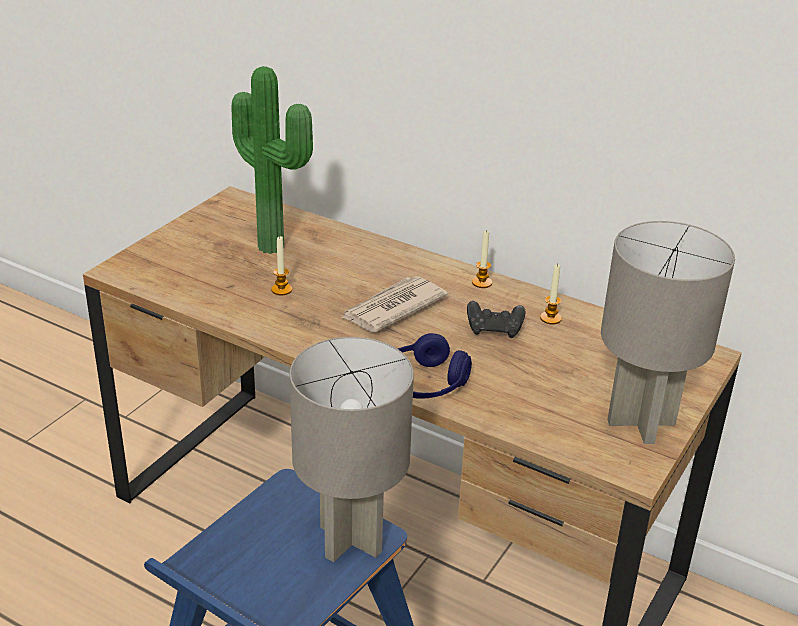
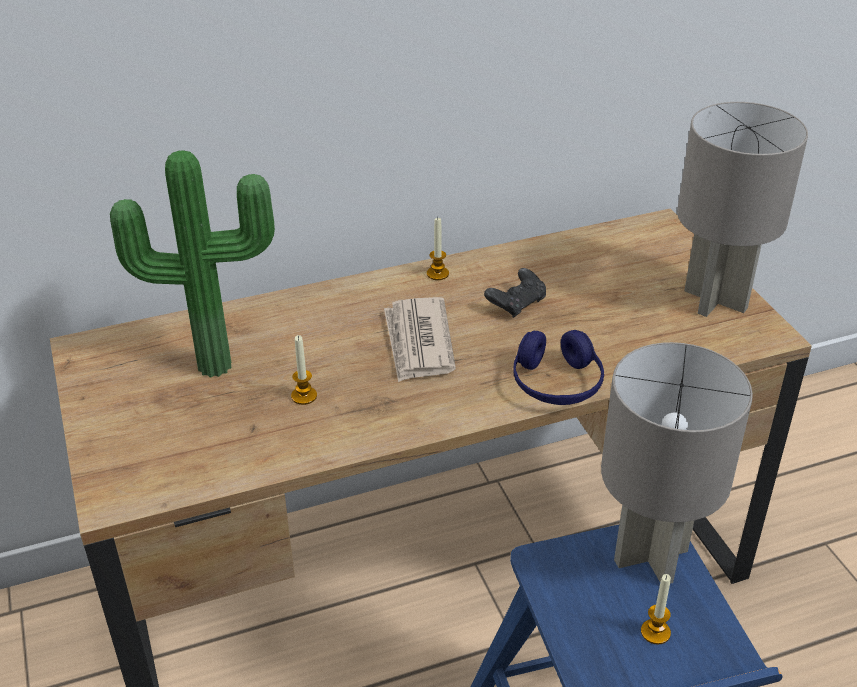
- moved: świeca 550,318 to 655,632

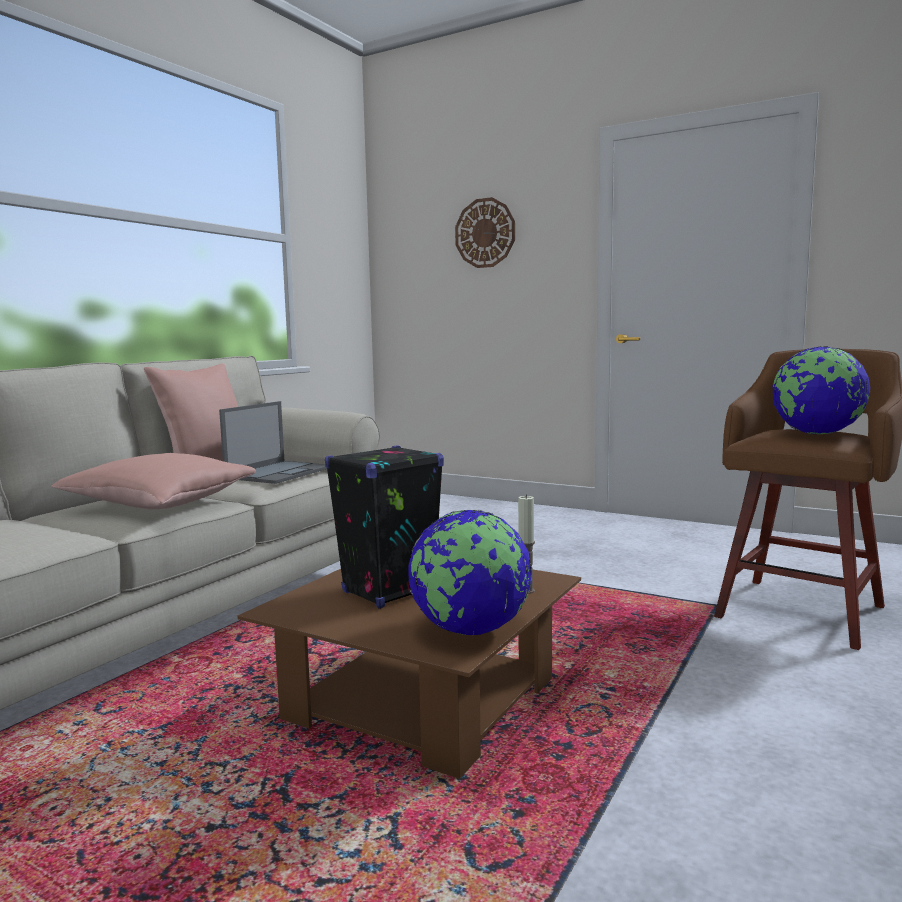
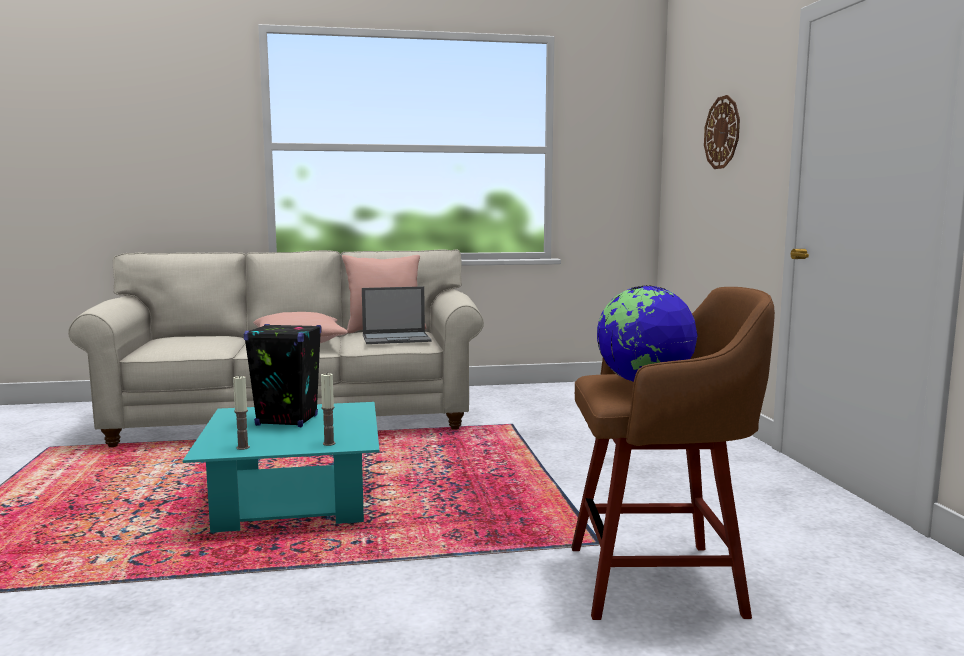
- replaced: globus 470,630 to świeca 243,447
- recoloured: ława (brązowy) 422,700 to ława (turkusowy) 294,500

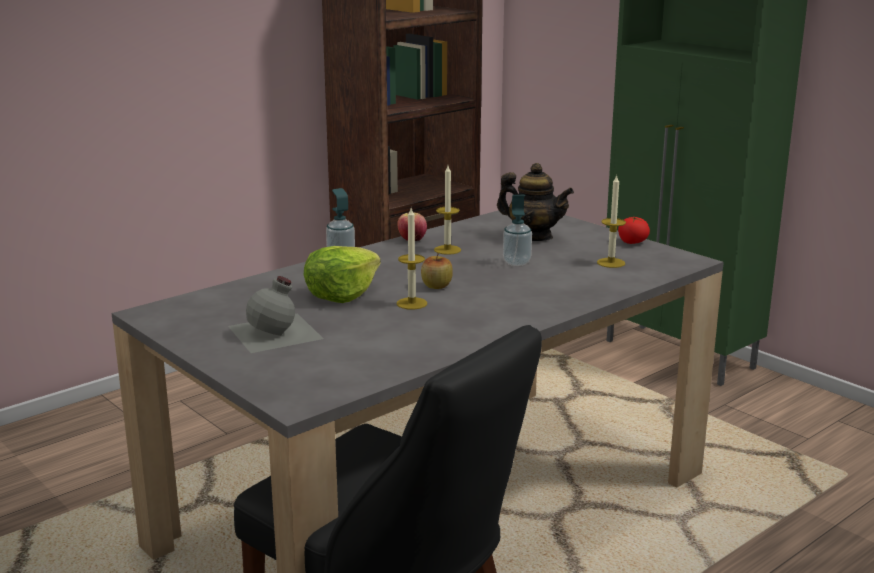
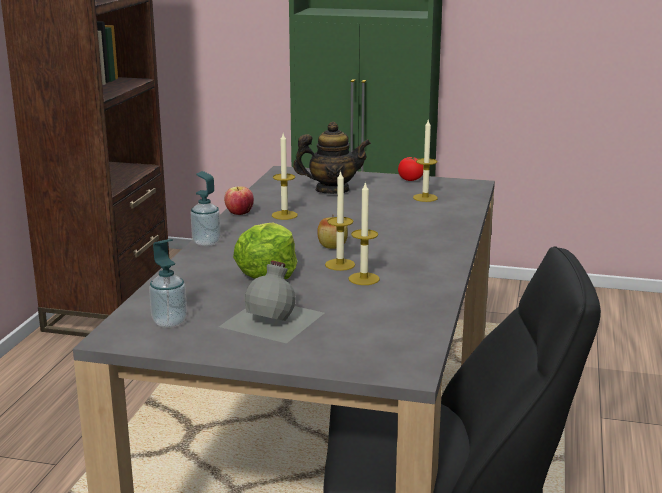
- added: świeca 364,279
- moved: dozownik mydła 516,262 to 169,322

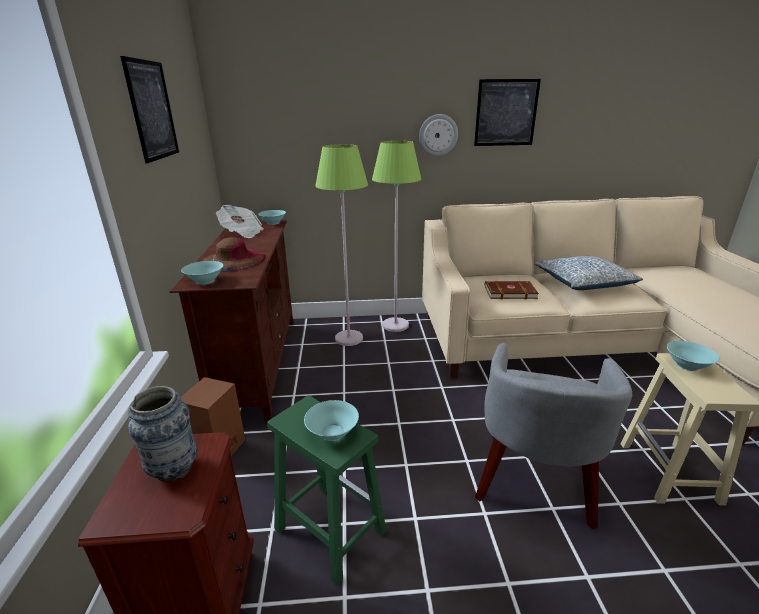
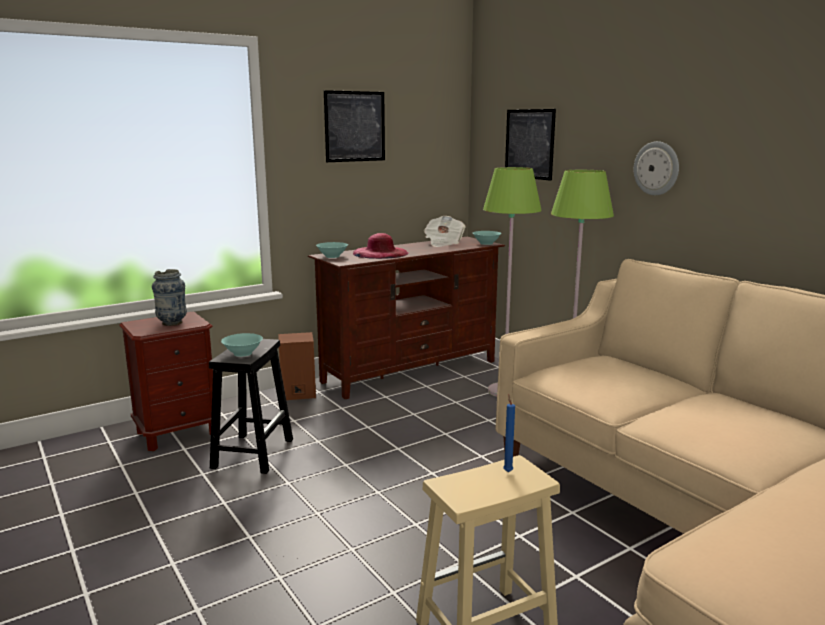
- removed: fotel (szary) 534,480
- removed: książka (brązowy) 509,292
- removed: poduszka 583,282
- moved: obraz 506,113 to 529,144
- replaced: miska (turkusowy) 687,365 to świeca (niebieski) 507,471
- recoloured: kapelusz (brązowy) 233,260 to kapelusz (różowy) 380,253
- recoloured: stołek (zielony) 328,530 to stołek (czarny) 253,452

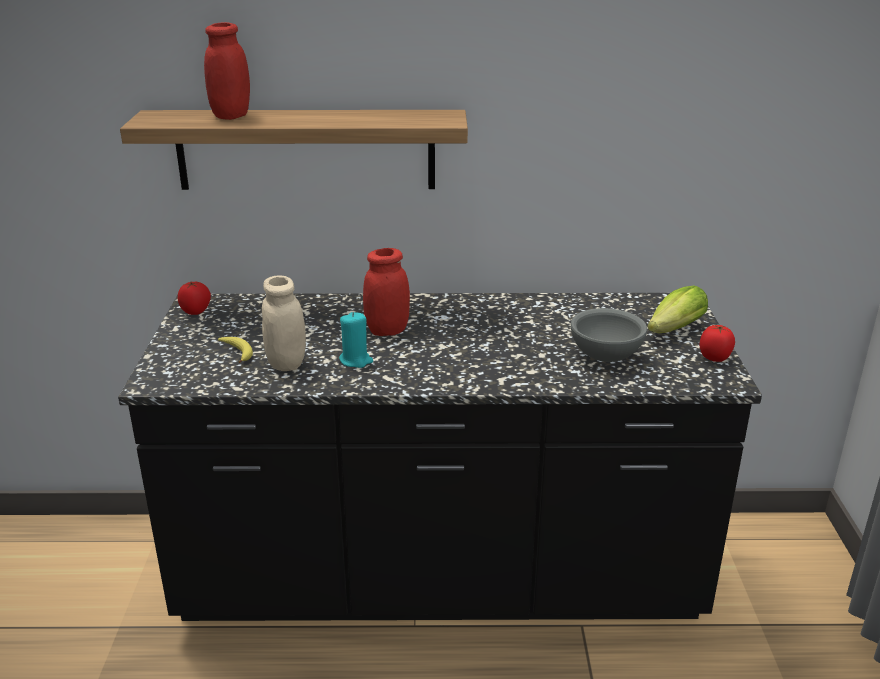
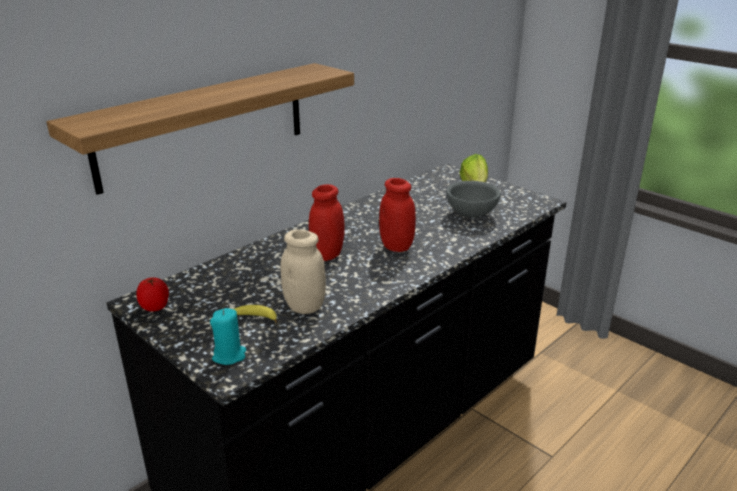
- removed: pomidor 715,358
- moved: słoik (czerwony) 231,116 to 396,246
- moved: świeca (turkusowy) 356,360 to 229,355

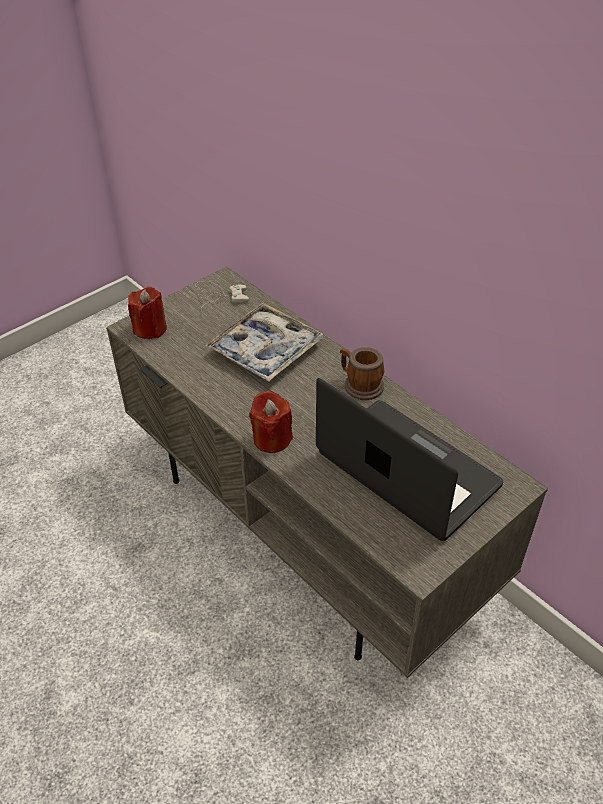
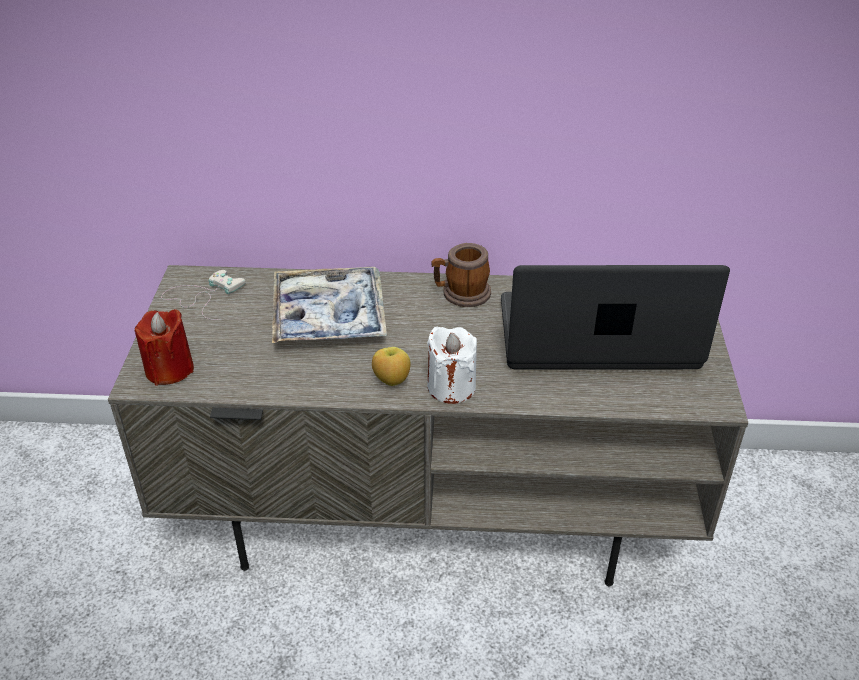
- added: jabłko 391,381
- recoloured: świeca (czerwony) 272,439 to świeca (biały) 451,387

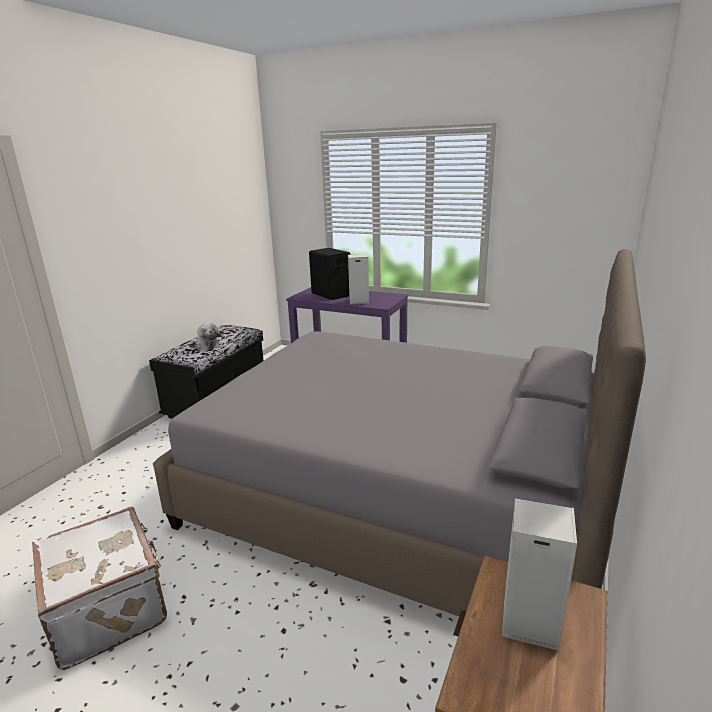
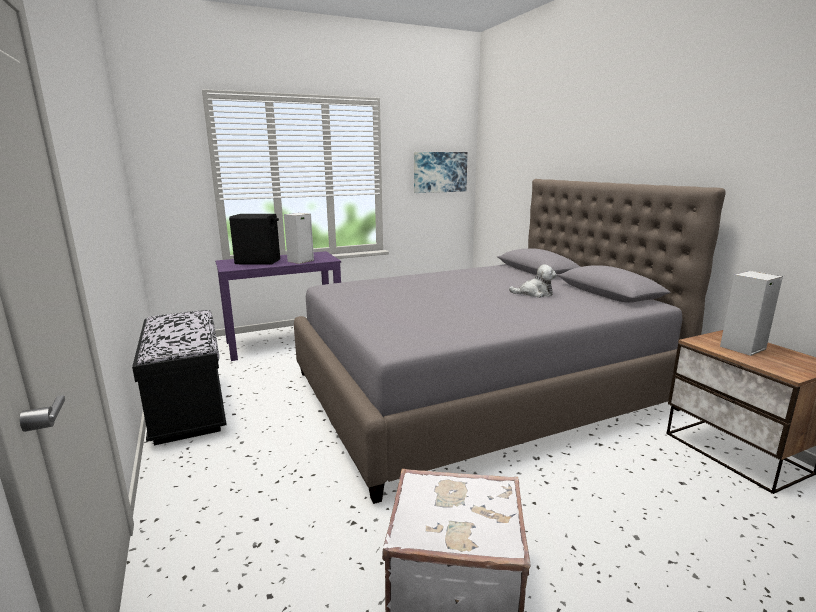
- added: obraz 439,172
- moved: pluszak 207,345 to 534,293

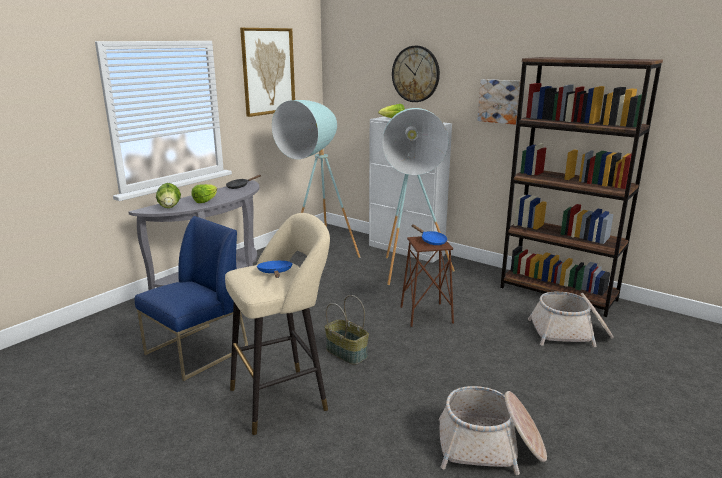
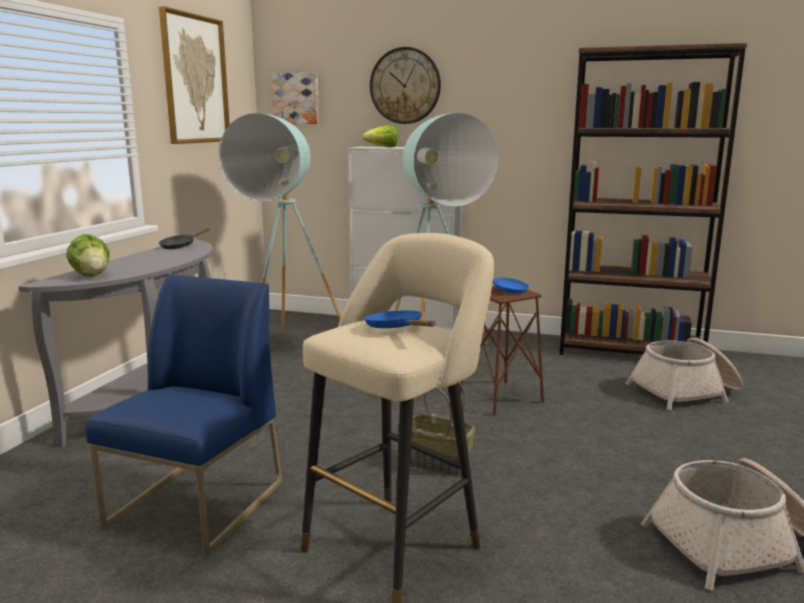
- removed: sałata 205,201
- moved: obraz 499,101 to 296,98

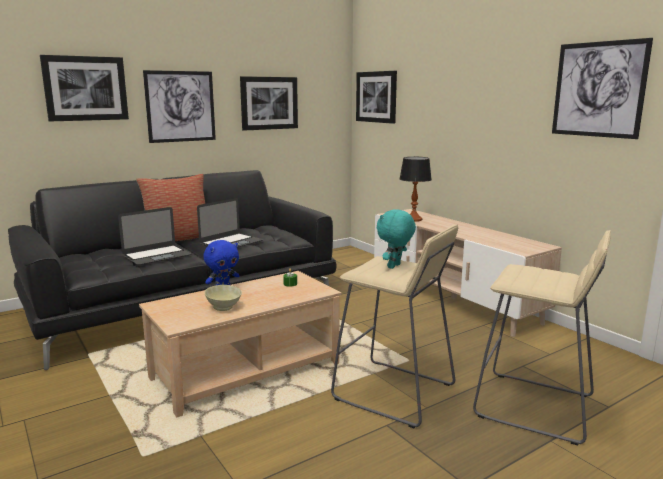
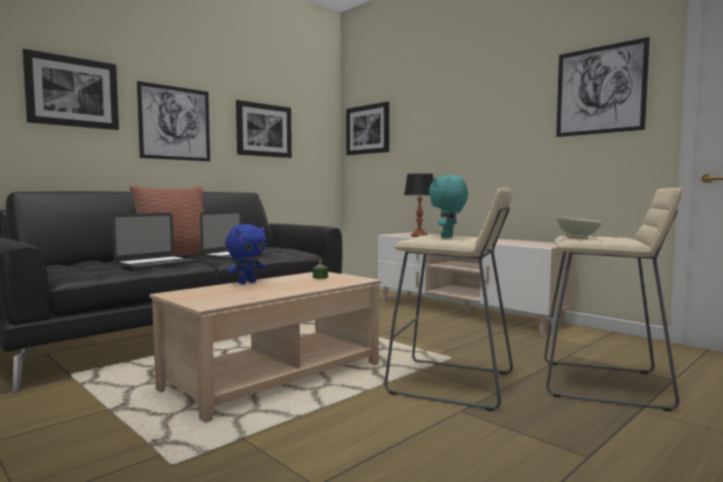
- moved: miska (beżowy) 223,308 to 578,238

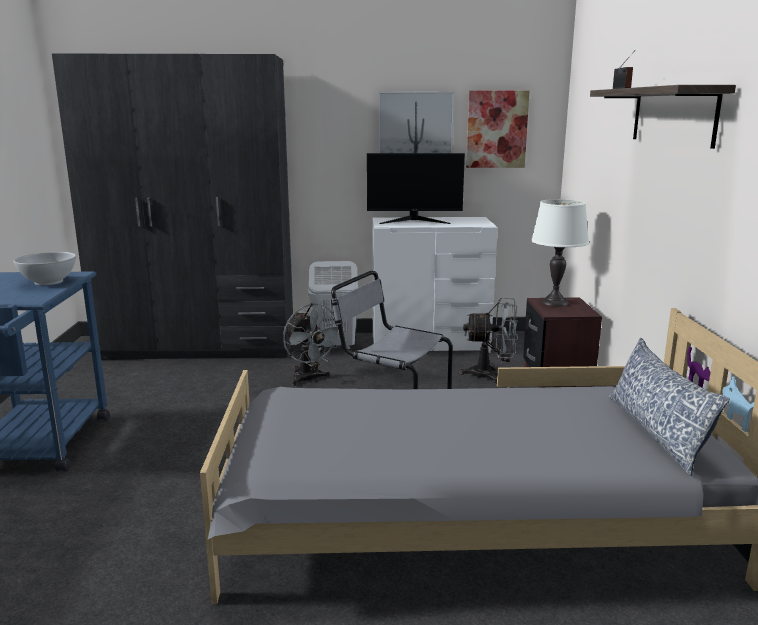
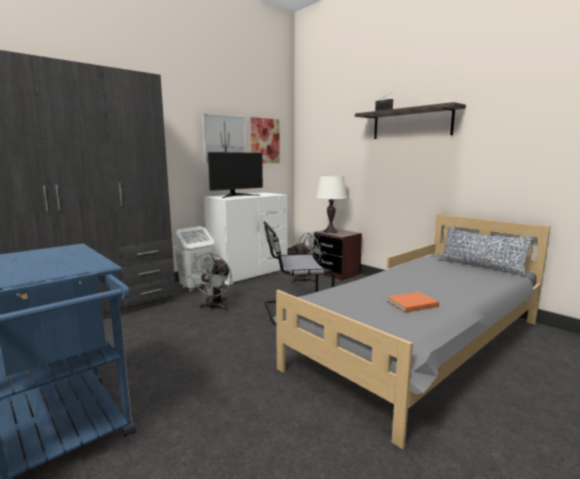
- removed: miska (biały) 49,282
- added: książka (pomarańczowy) 410,304
- turned: wentylator (szary) 309,379 = 214,308 90 degrees clockwise

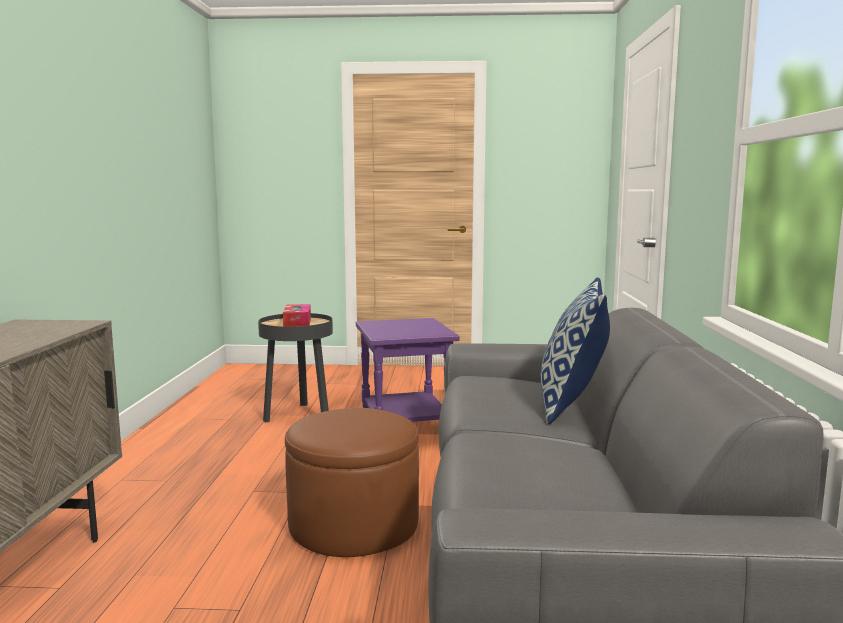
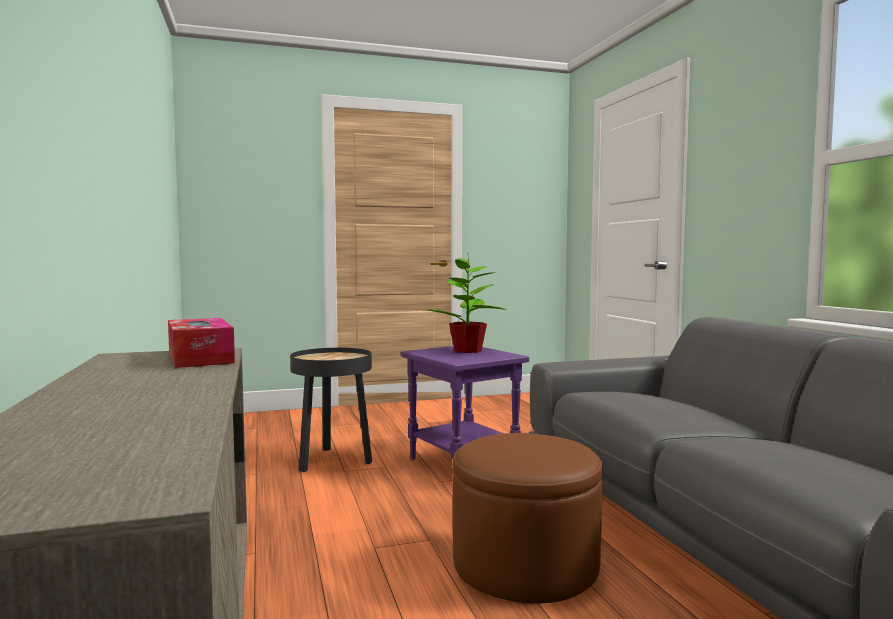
- removed: poduszka 572,404
- added: roślina doniczkowa 467,351
- moved: pudełko chusteczek 297,324 to 200,357

